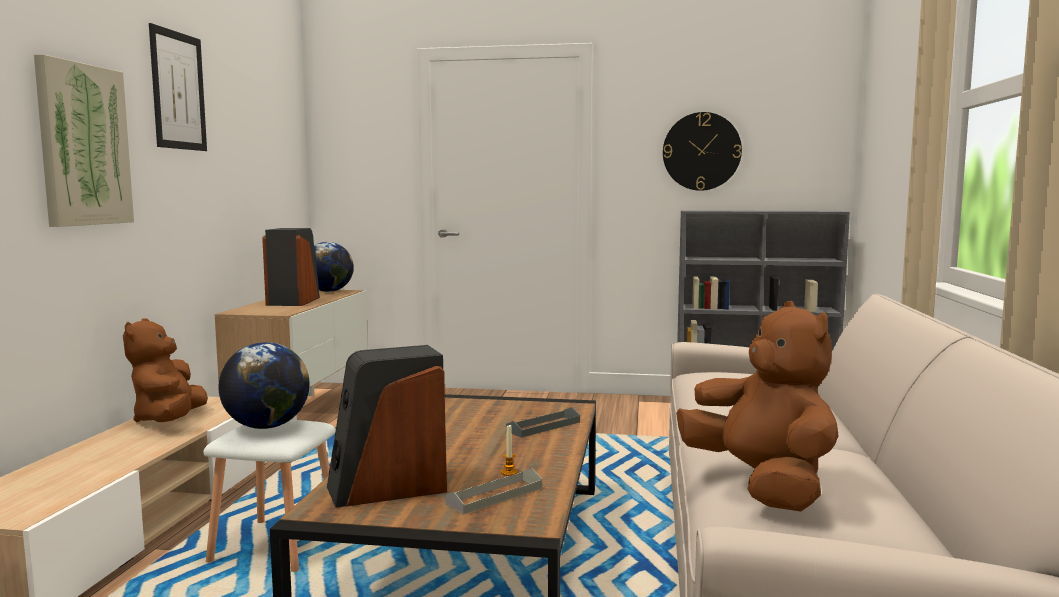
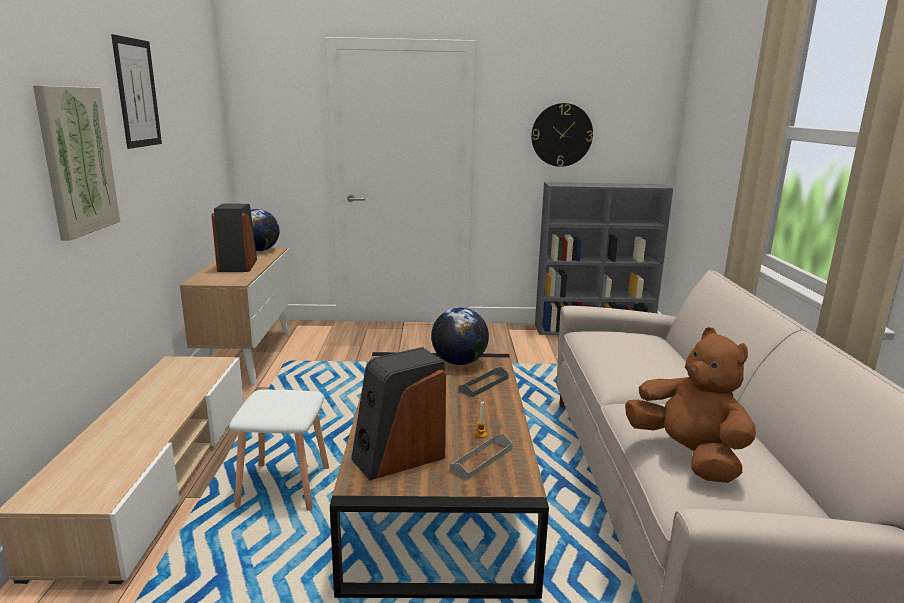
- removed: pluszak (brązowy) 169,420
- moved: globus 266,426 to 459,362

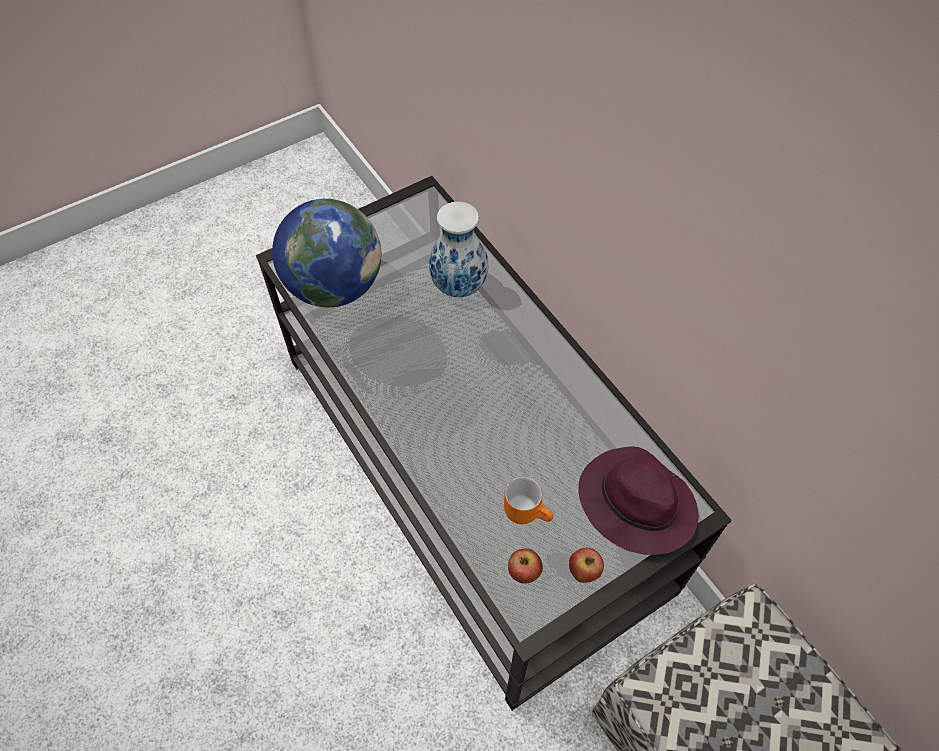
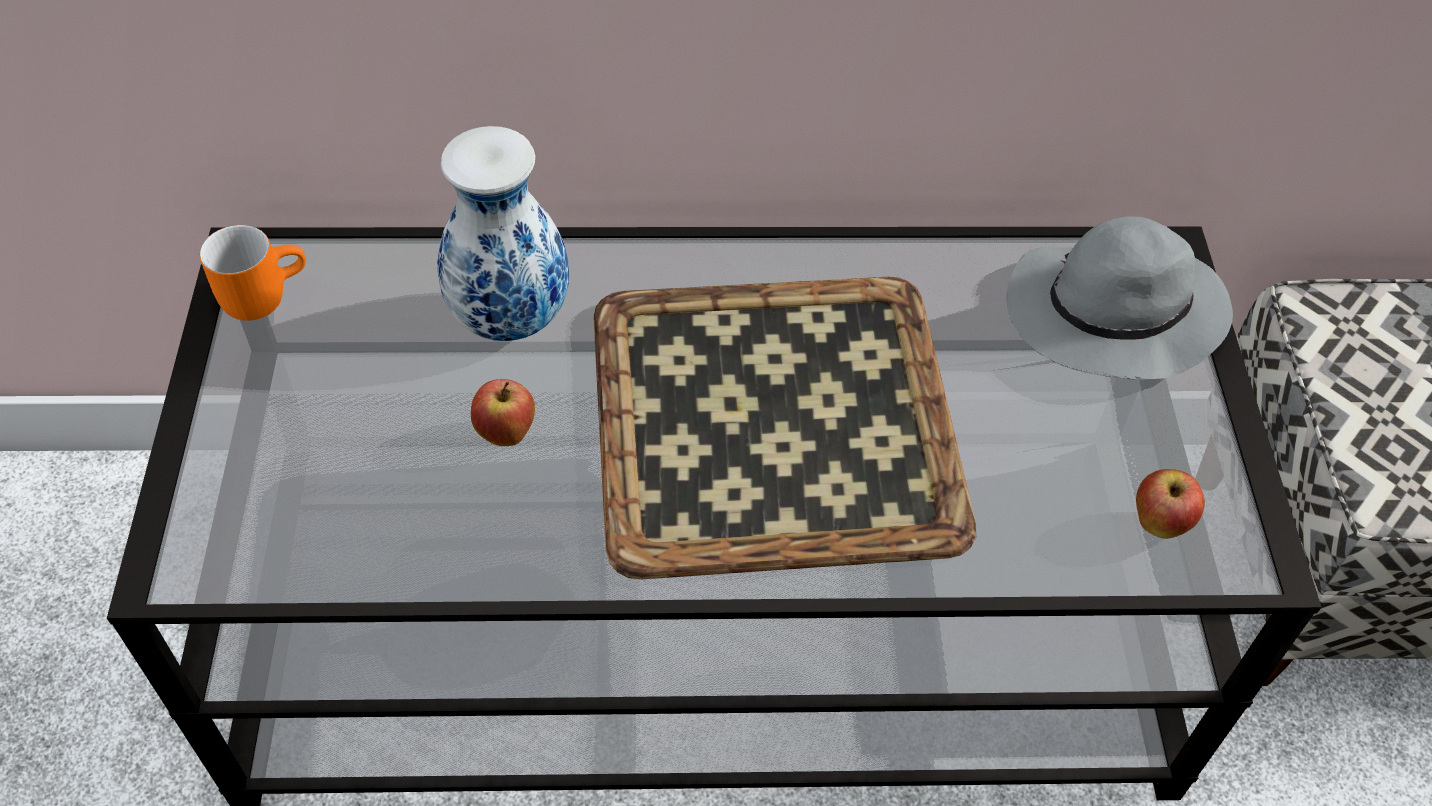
- removed: globus 334,287
- added: taca 777,418
- moved: kubek (pomarańczowy) 527,510 to 262,293
- moved: jabłko 584,572 to 506,434
- recoloured: kapelusz (fioletowy) 634,502 to kapelusz (szary) 1110,316

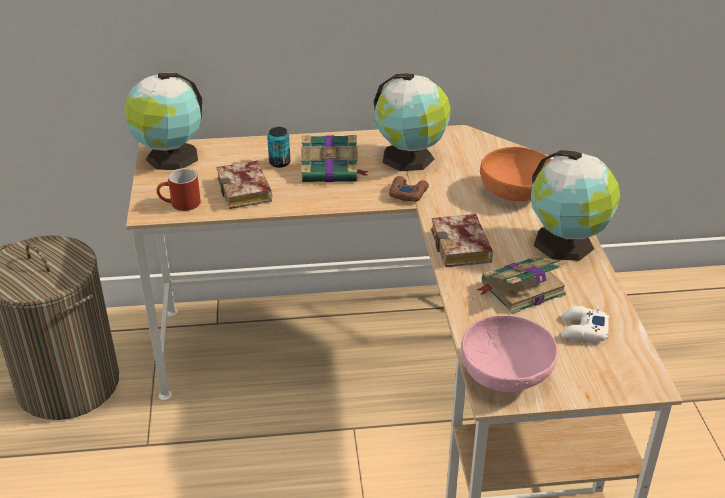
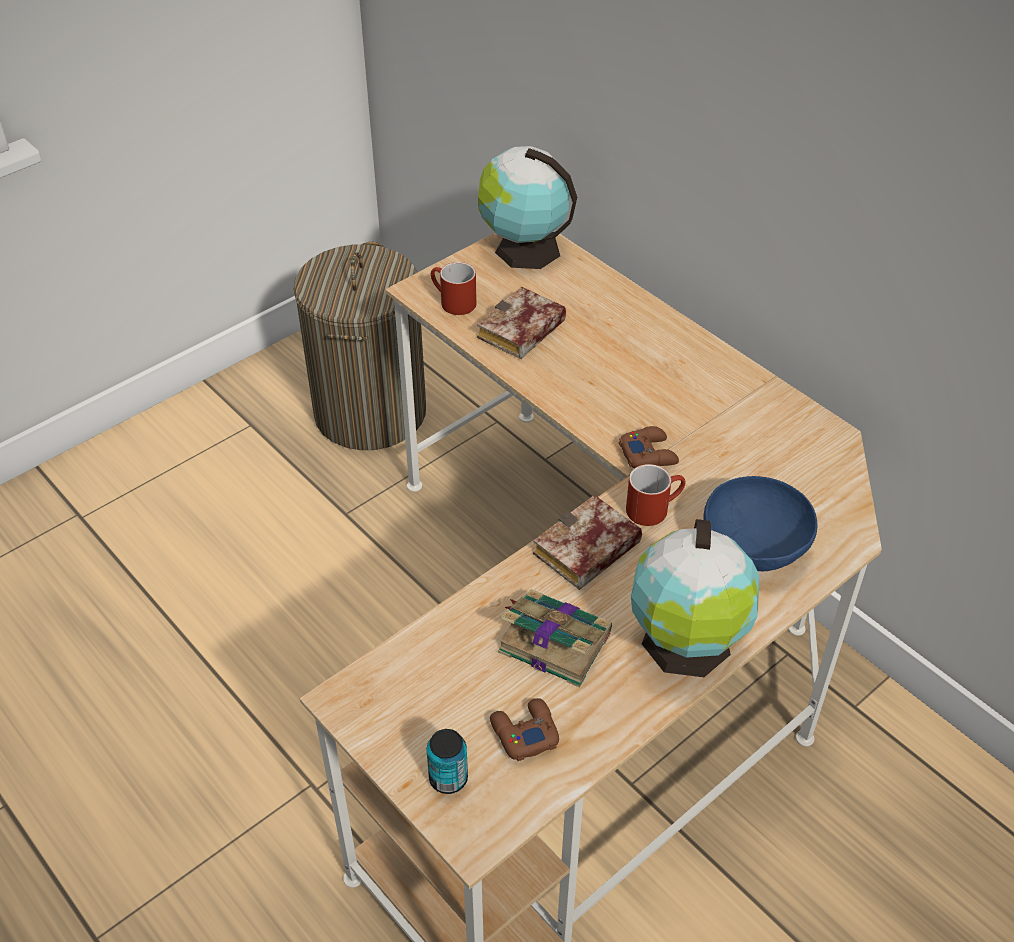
- removed: książka 331,171
- removed: globus 410,158
- removed: miska (różowy) 506,375
- added: kubek (czerwony) 653,507
- moved: puszka 279,163 to 448,778
- recoloured: miska (pomarańczowy) 516,192 to miska (niebieski) 755,547
- recoloured: pad do gier (biały) 583,330 to pad do gier (brązowy) 524,733

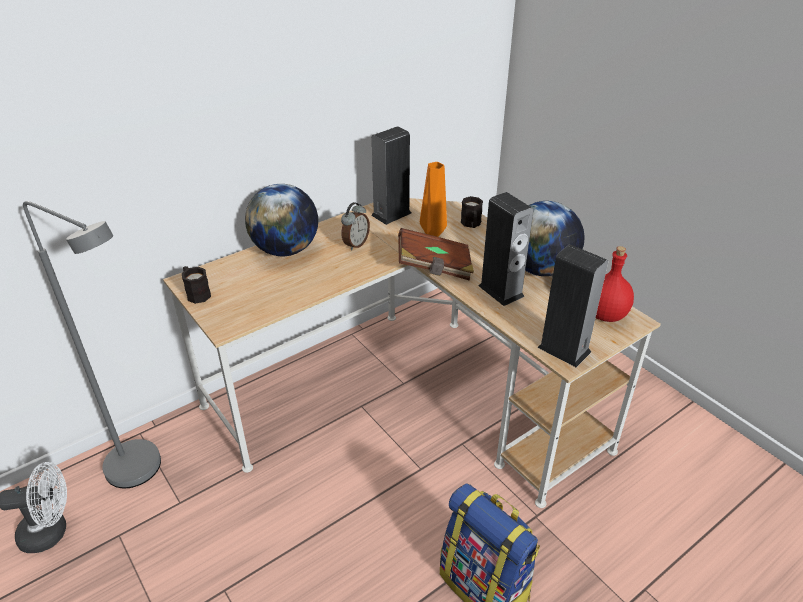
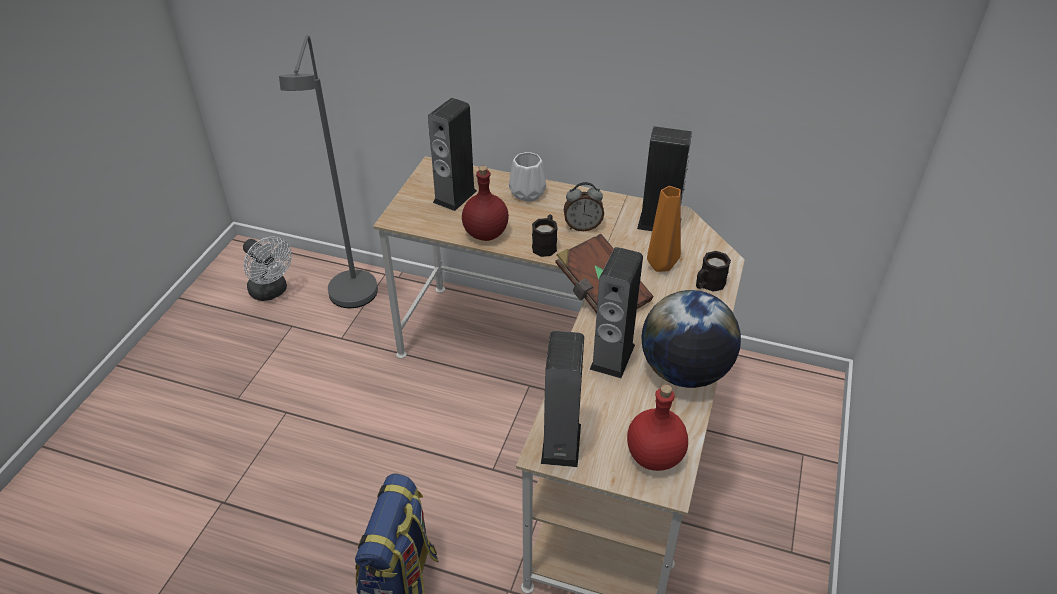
- added: głośnik 455,196
- added: butelka (czerwony) 485,234
- moved: kubek (czarny) 196,293 to 545,245
- replaced: globus 286,250 to wazon (biały) 528,193

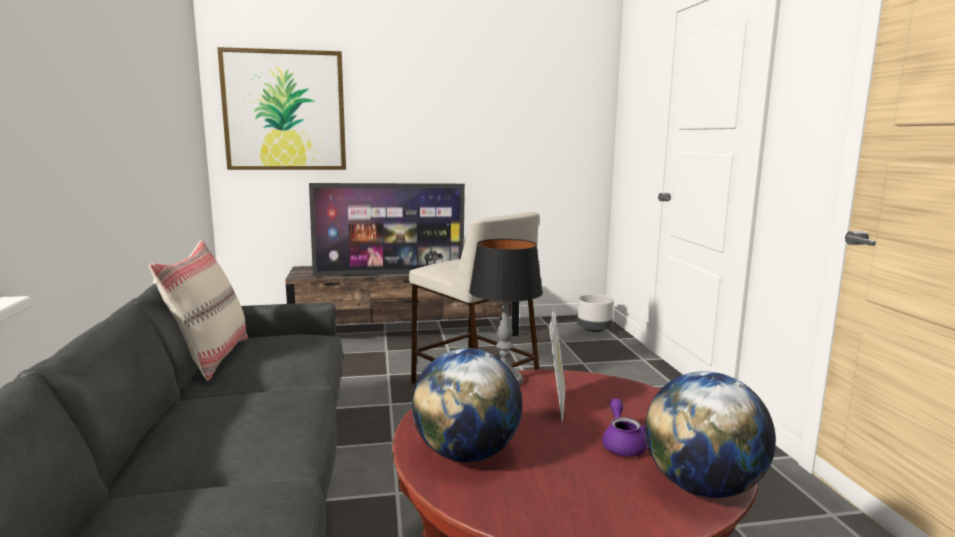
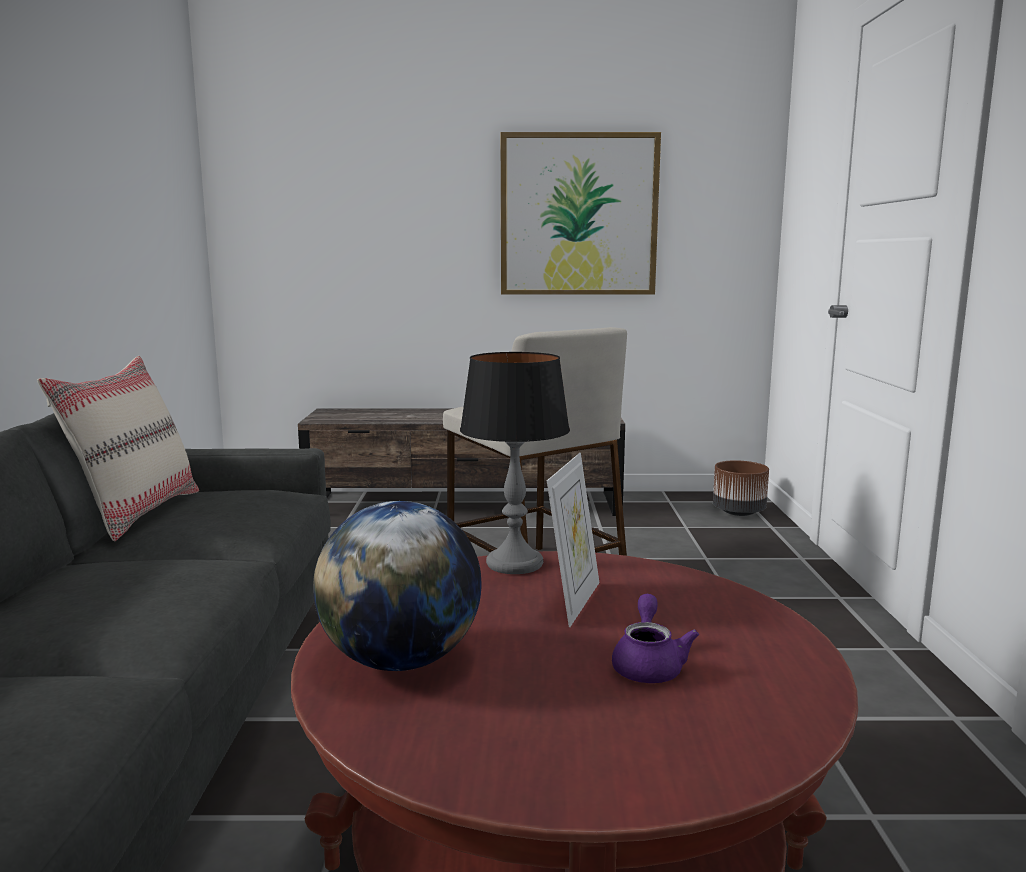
- removed: telewizor 390,274
- removed: globus 702,487
- moved: obraz 284,110 to 578,215
- recoloured: donica (szary) 594,329 to donica (brązowy) 738,512

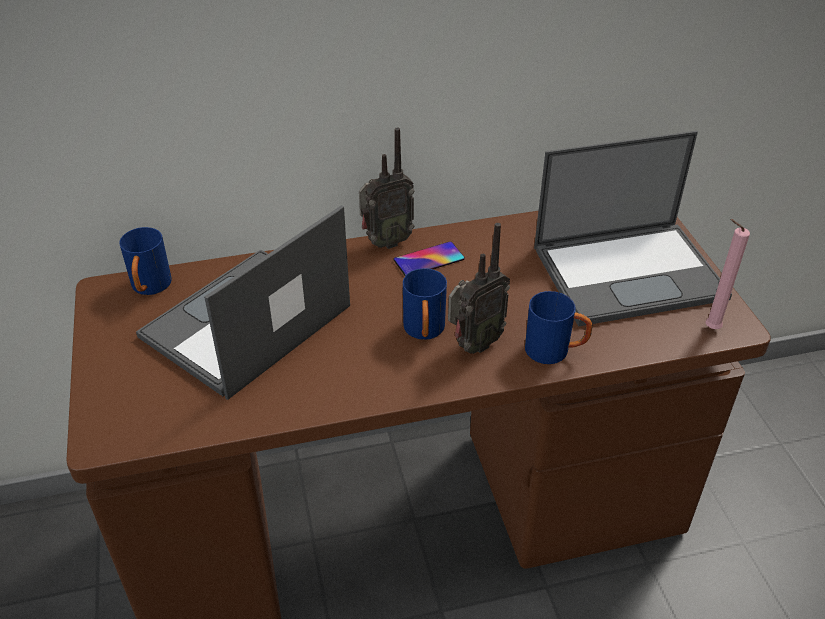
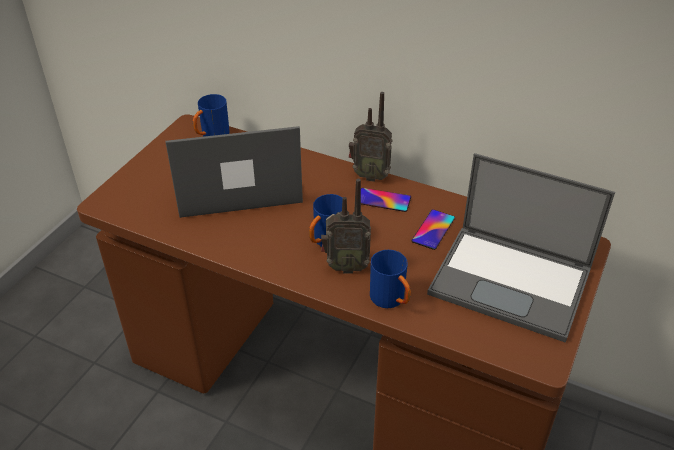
- removed: świeca (różowy) 709,328
- added: telefon 433,229

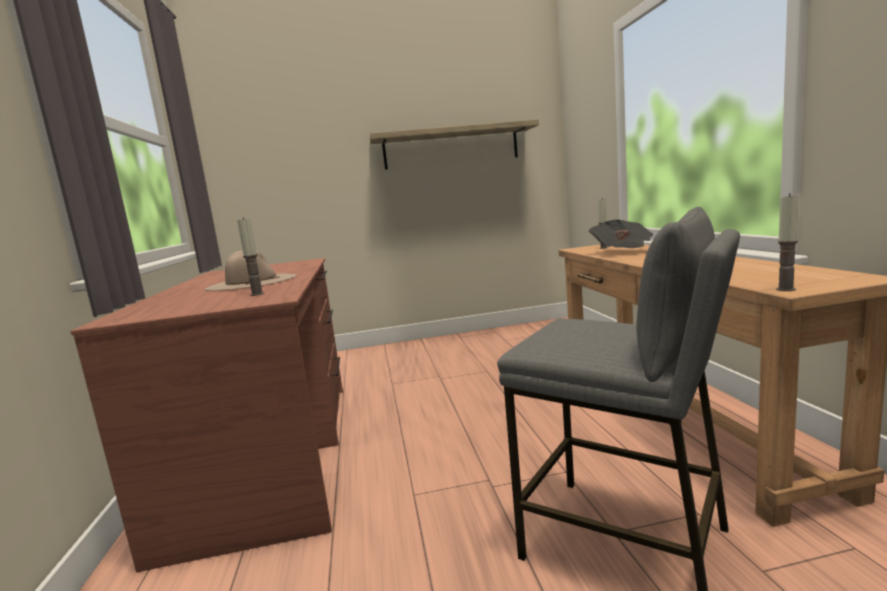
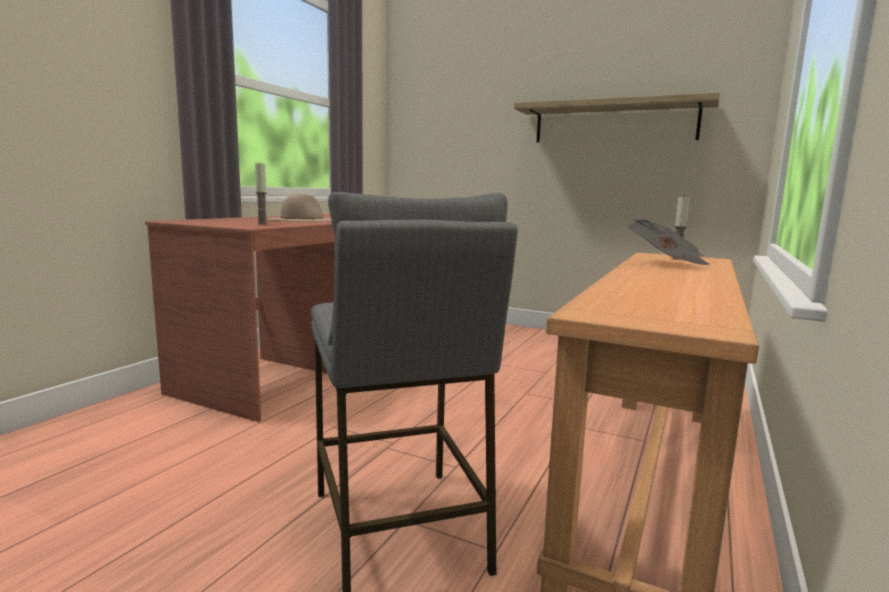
- removed: świeca 785,289

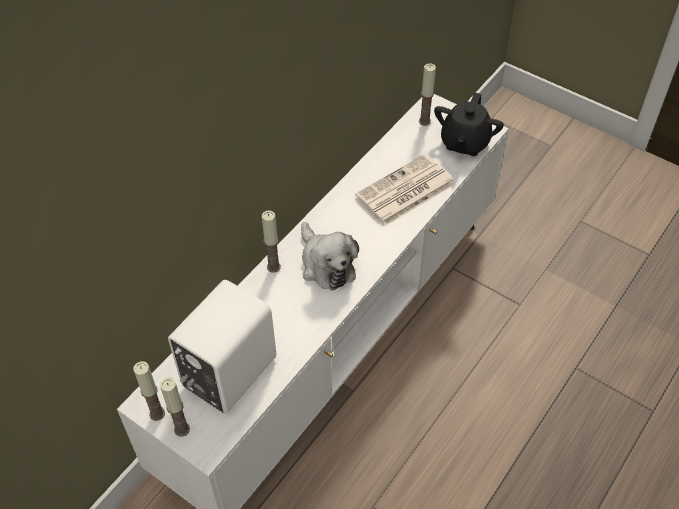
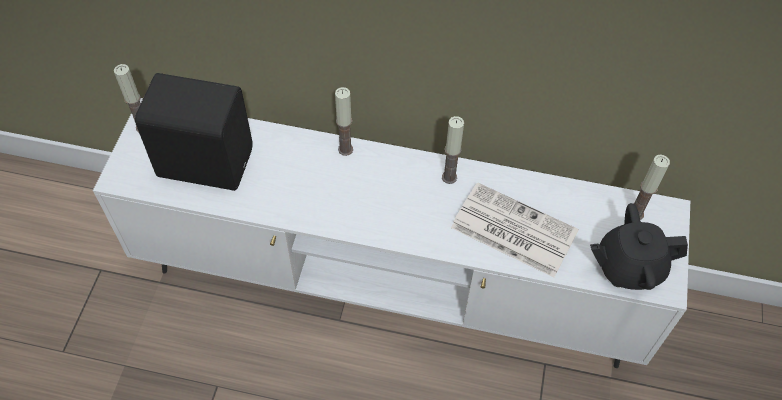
- removed: pluszak 326,264
- moved: świeca 182,429 to 449,177
- recoloured: głośnik (biały) 226,372 to głośnik (czarny) 205,160

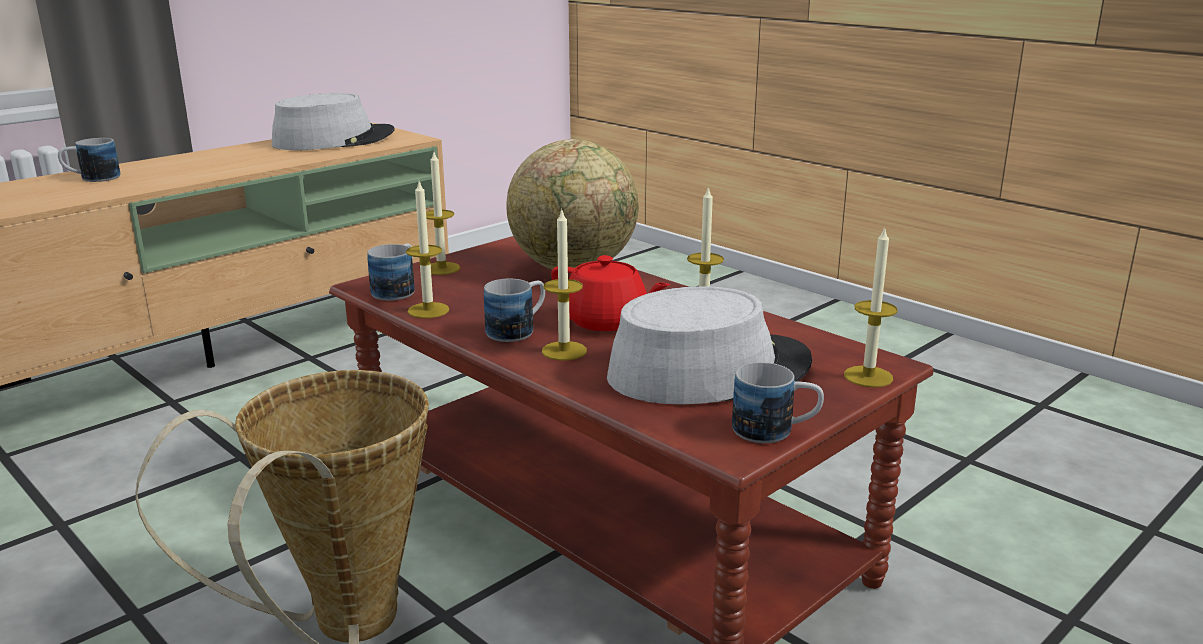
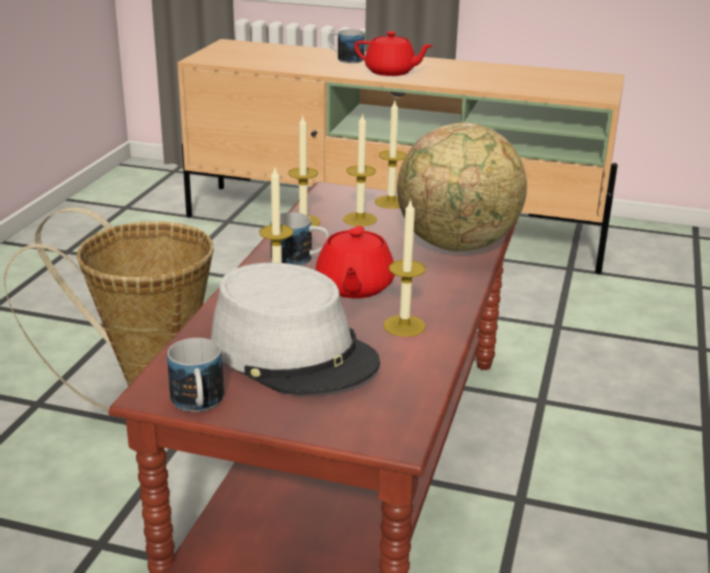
- removed: kapelusz (szary) 334,140
- removed: kubek 398,290
- added: imbryk (czerwony) 391,72
- moved: świeca 868,376 to 360,219

